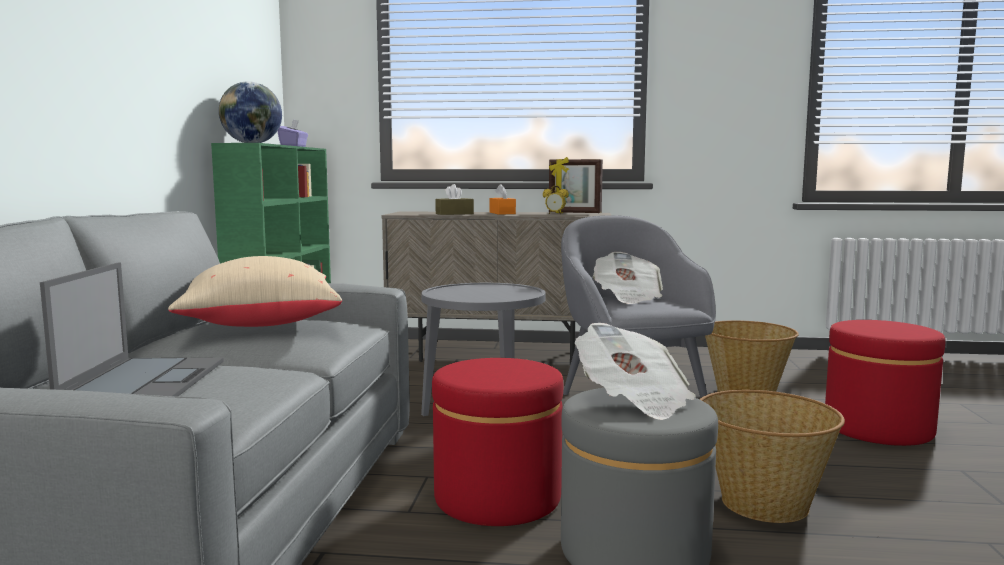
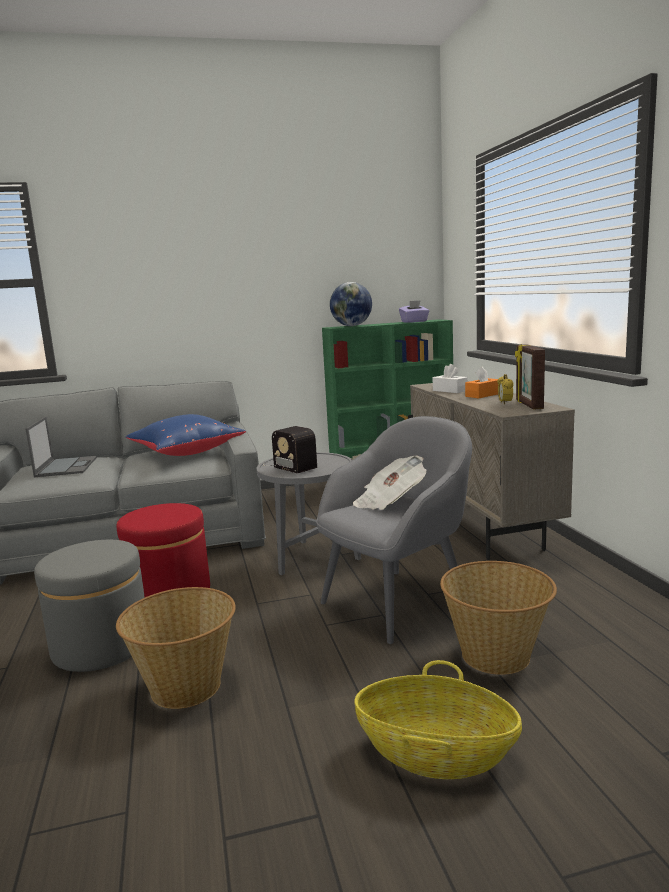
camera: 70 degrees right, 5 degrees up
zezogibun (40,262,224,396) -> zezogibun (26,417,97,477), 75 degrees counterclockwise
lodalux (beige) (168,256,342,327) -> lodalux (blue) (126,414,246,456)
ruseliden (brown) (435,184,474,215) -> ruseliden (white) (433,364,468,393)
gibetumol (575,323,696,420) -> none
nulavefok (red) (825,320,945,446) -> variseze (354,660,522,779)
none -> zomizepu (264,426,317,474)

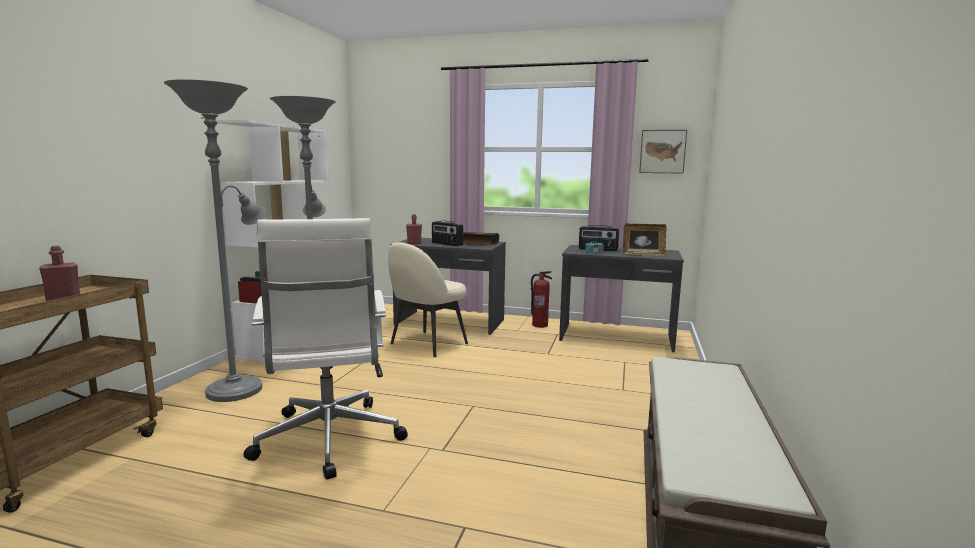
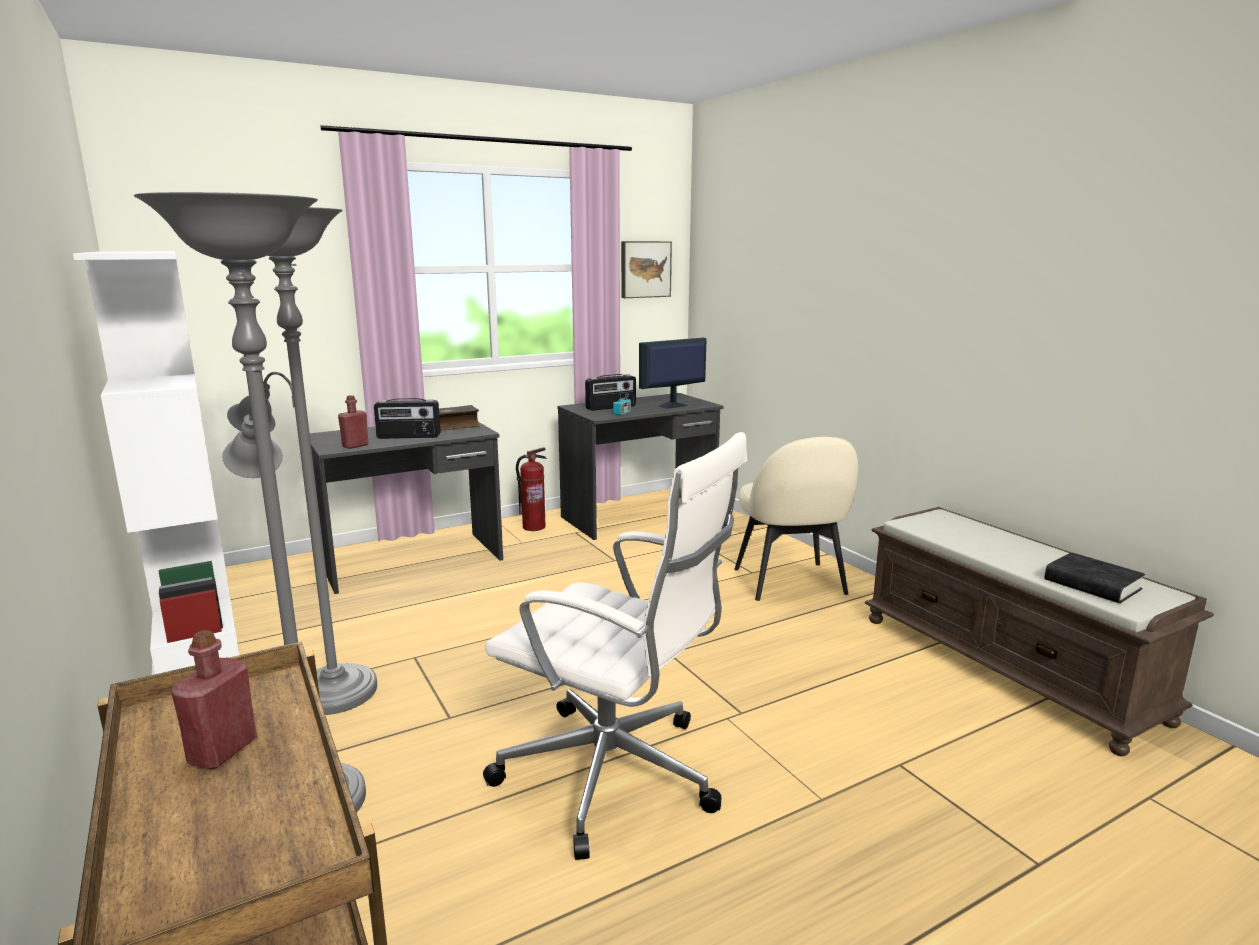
camera: 45 degrees left, 5 degrees up
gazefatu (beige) (388,242,468,357) -> gazefatu (beige) (734,437,858,601), shifted
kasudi (623,224,667,256) -> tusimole (639,338,706,409)
none -> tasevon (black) (1045,552,1145,603)

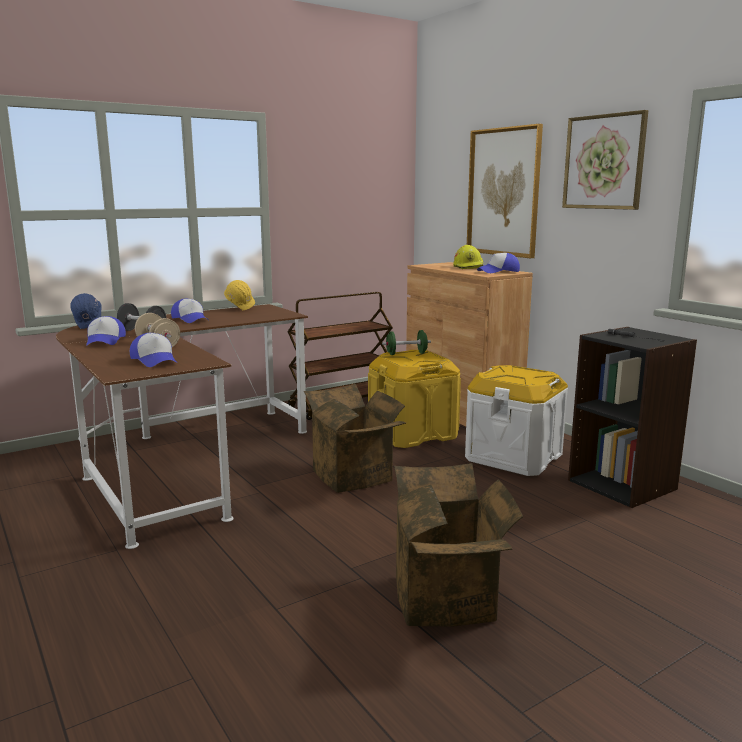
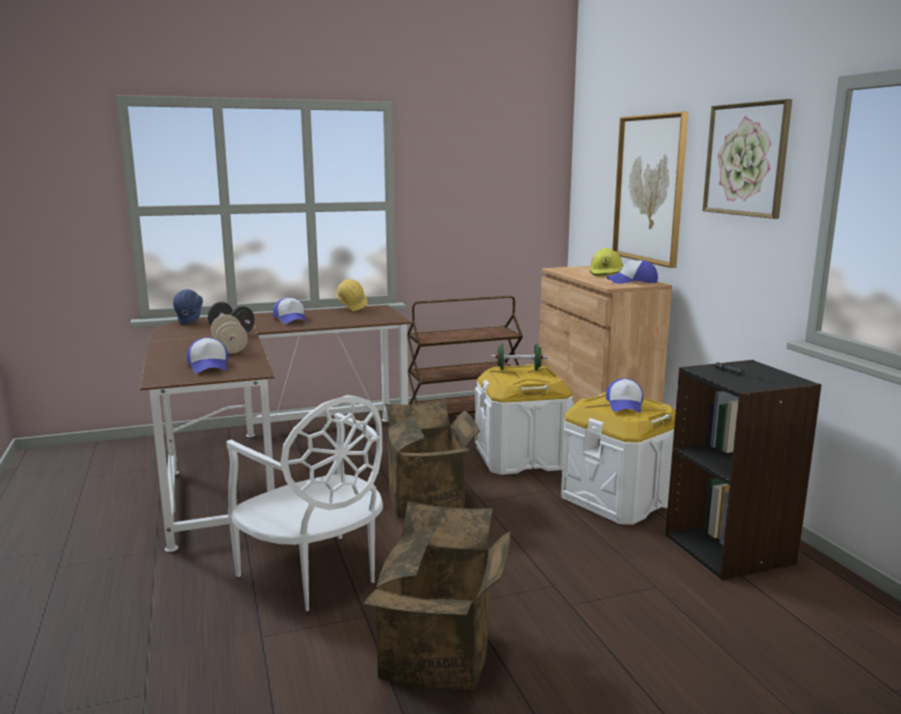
camera: 15 degrees right, 0 degrees up
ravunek (86,316,126,346) -> ravunek (606,378,643,413), shifted
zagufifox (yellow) (368,350,461,448) -> zagufifox (white) (475,364,574,475)
none -> gazefatu (white) (226,395,383,611)

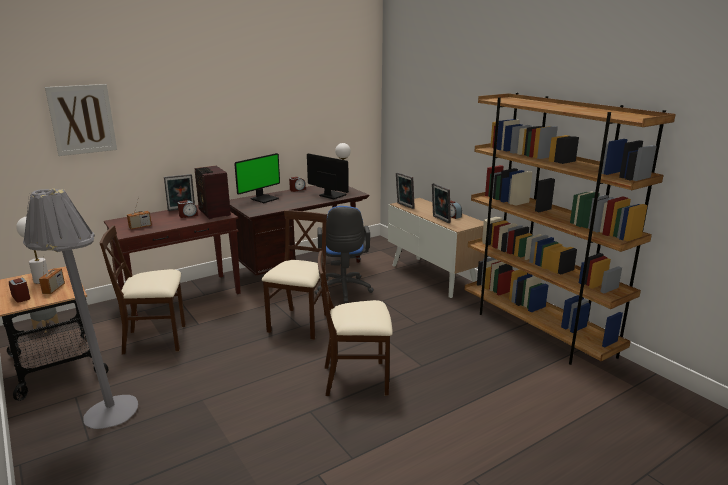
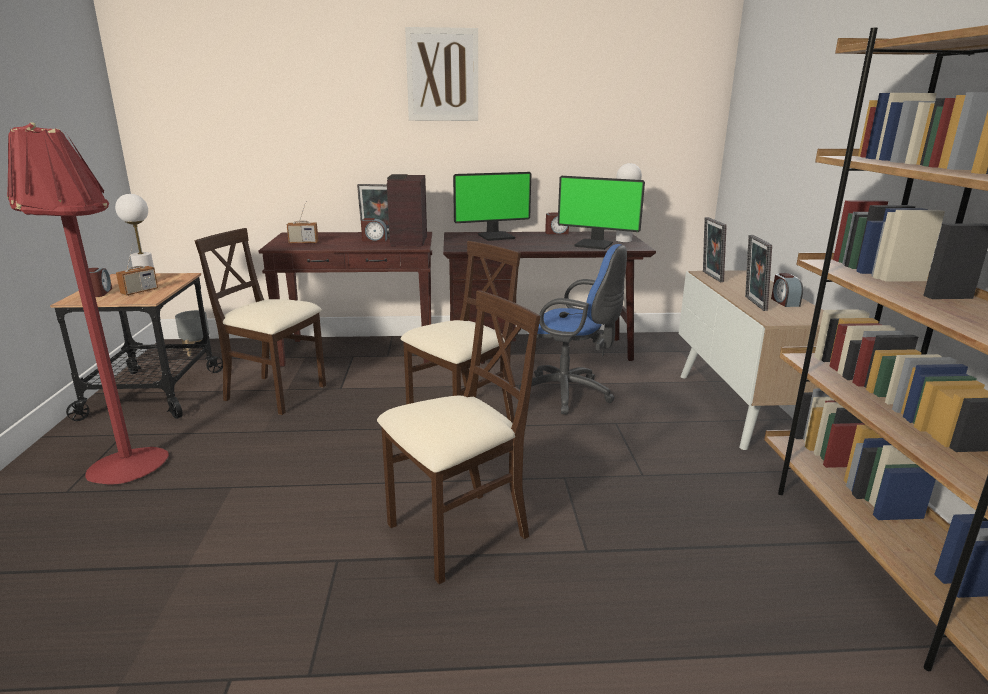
camera: 30 degrees right, 0 degrees up
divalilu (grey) (23,189,138,429) -> divalilu (red) (7,122,169,485)
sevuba (45,84,117,156) -> sevuba (405,27,478,121), shifted
tusimole (307,153,349,199) -> tusimole (558,176,645,250), 135 degrees clockwise
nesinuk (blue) (315,206,374,303) -> nesinuk (blue) (519,244,627,415), 90 degrees counterclockwise
gazefatu (beige) (318,251,393,396) -> gazefatu (beige) (377,290,540,584), 120 degrees clockwise

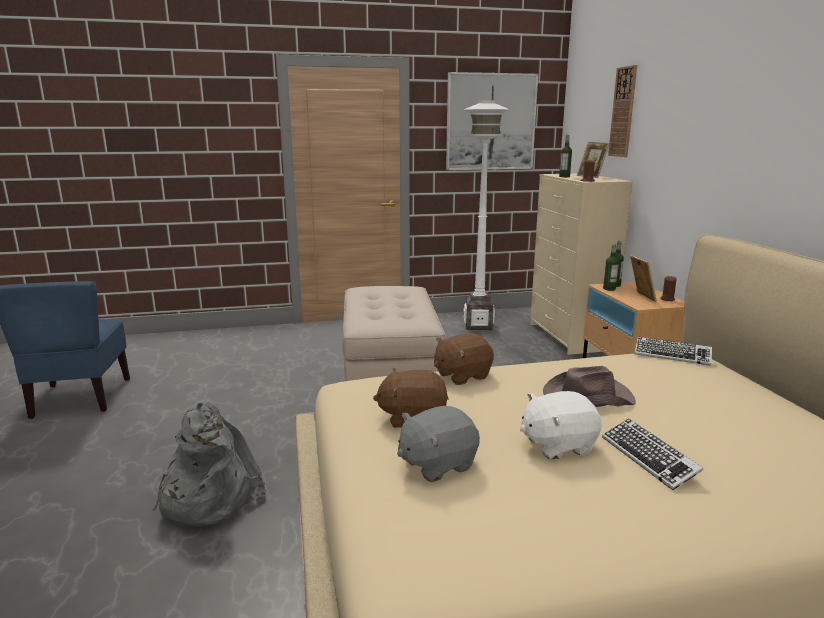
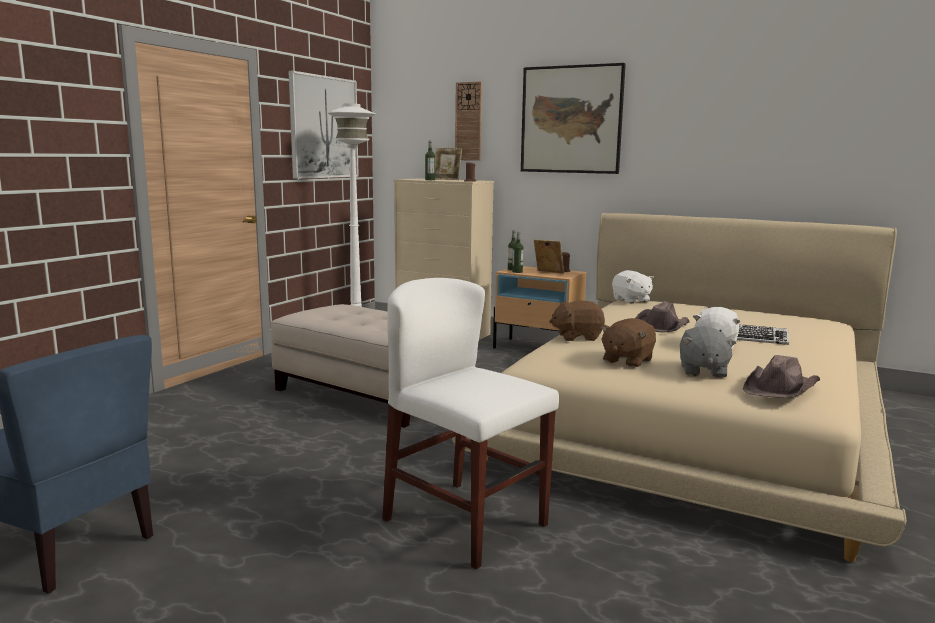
camera: 50 degrees left, 5 degrees down
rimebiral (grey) (153,401,266,526) -> gazefatu (white) (382,278,559,569)
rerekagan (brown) (434,333,494,385) -> rerekagan (brown) (549,301,605,341), 75 degrees clockwise
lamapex (635,337,712,366) -> rerekagan (white) (612,270,654,304)
none -> sevuba (521,63,626,174)
none -> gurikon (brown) (742,355,820,398)

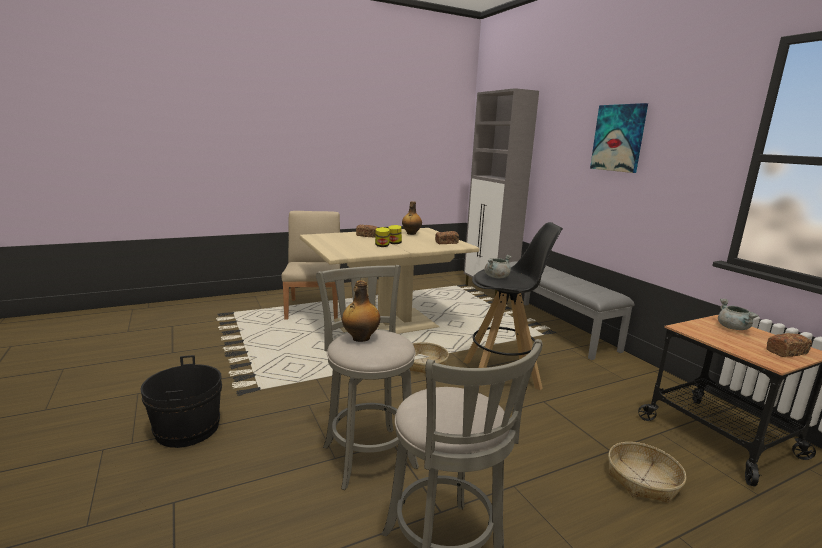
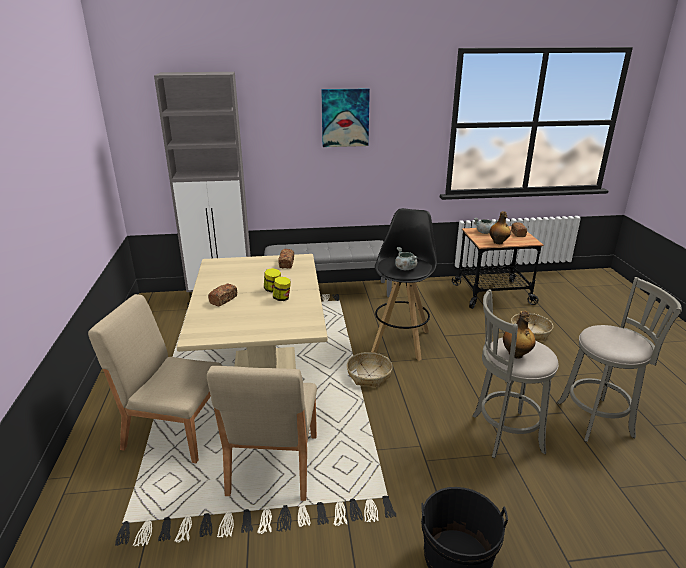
camera: 70 degrees left, 10 degrees up
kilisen (402,201,422,235) -> kilisen (490,211,511,244), shifted
none -> gazefatu (beige) (207,366,317,501)

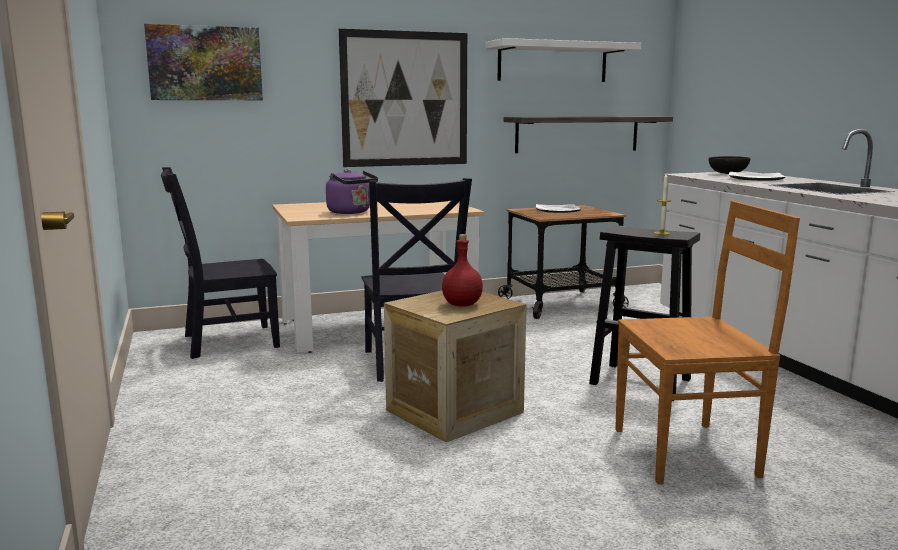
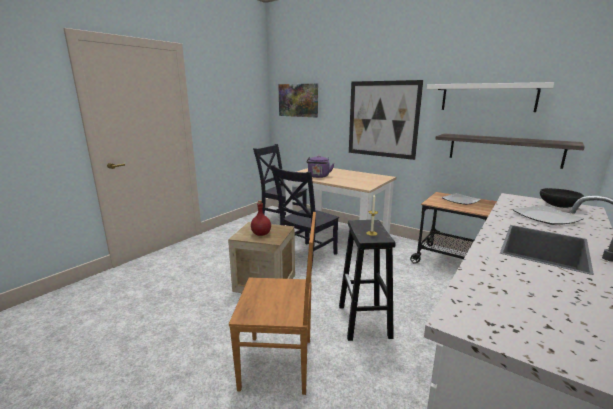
camera: 55 degrees right, 5 degrees up
gazefatu (brown) (615,201,800,484) -> gazefatu (brown) (229,212,316,395), 45 degrees counterclockwise

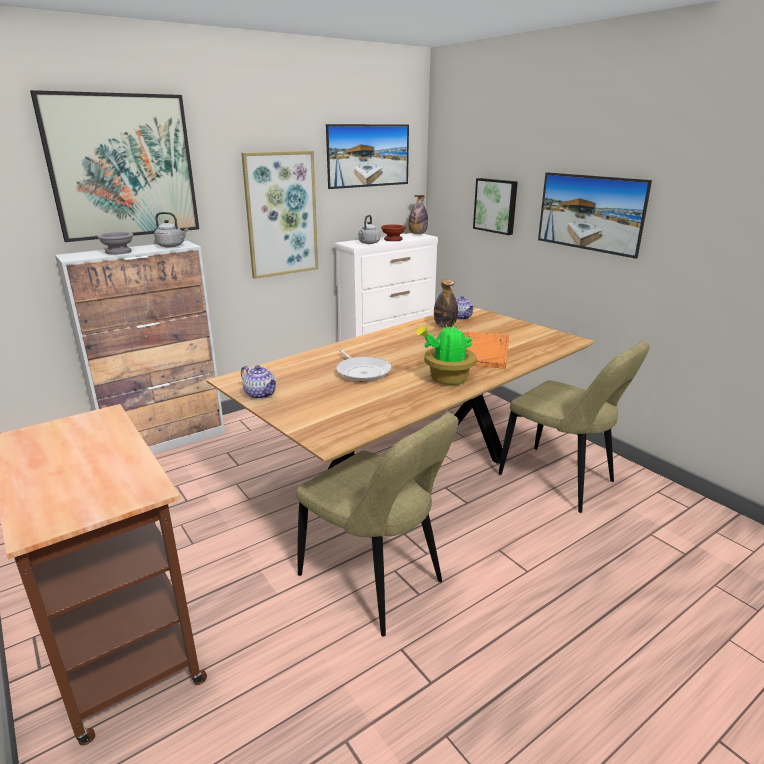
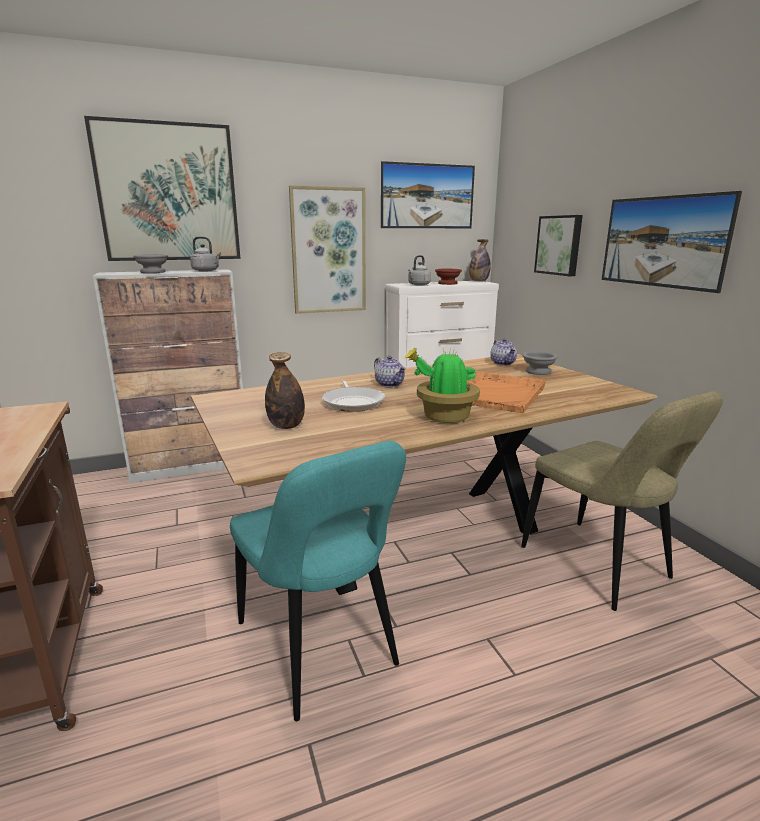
camera: 15 degrees right, 5 degrees down
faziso (241,365,277,399) -> faziso (374,356,406,387), shifted
gazefatu (beige) (296,412,459,636) -> gazefatu (turquoise) (230,441,406,721)
kilisen (434,280,458,328) -> kilisen (265,352,305,429), shifted
none -> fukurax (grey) (522,351,558,375)

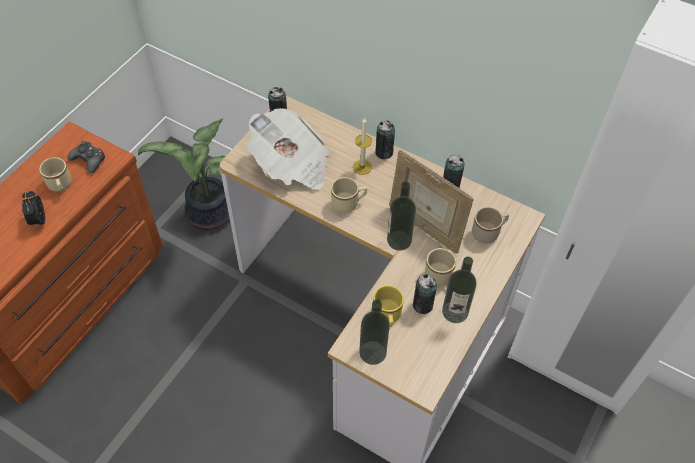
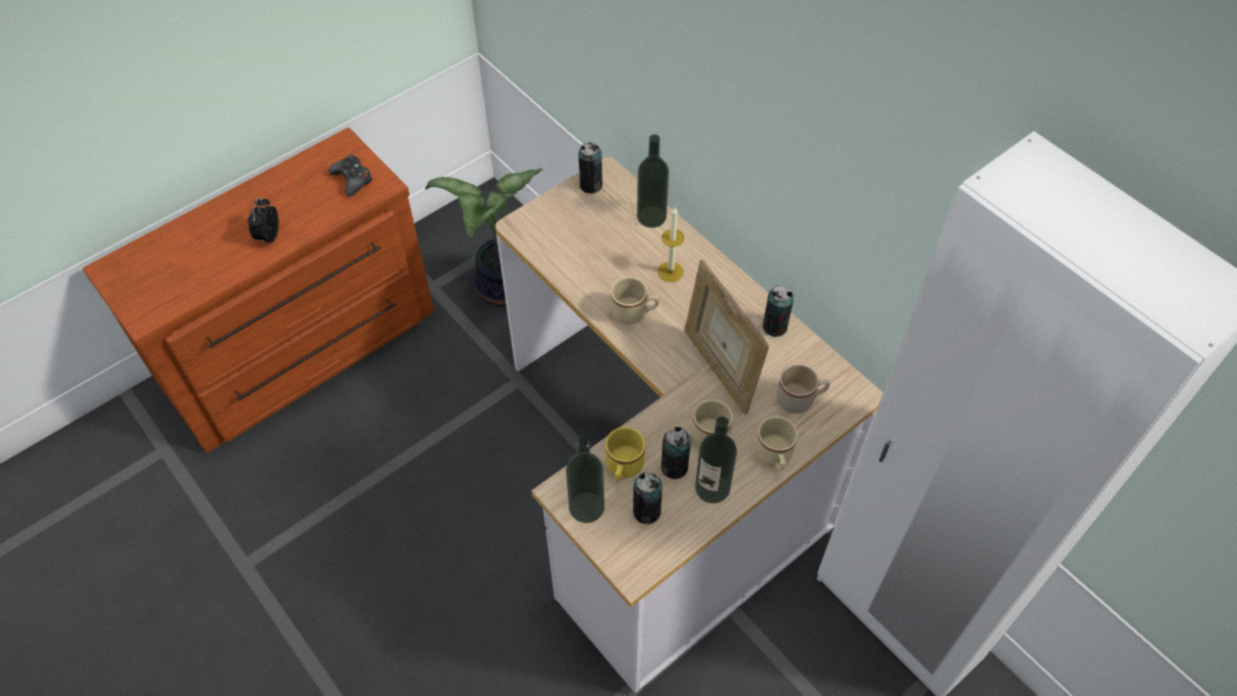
camera: 20 degrees right, 0 degrees up
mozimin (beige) (39,157,72,191) -> mozimin (beige) (755,416,798,471), shifted
gibetumol (247,108,330,190) -> none
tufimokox (375,121,395,160) -> tufimokox (633,472,662,524), shifted
kilisen (387,181,416,251) -> kilisen (637,134,669,228), shifted

